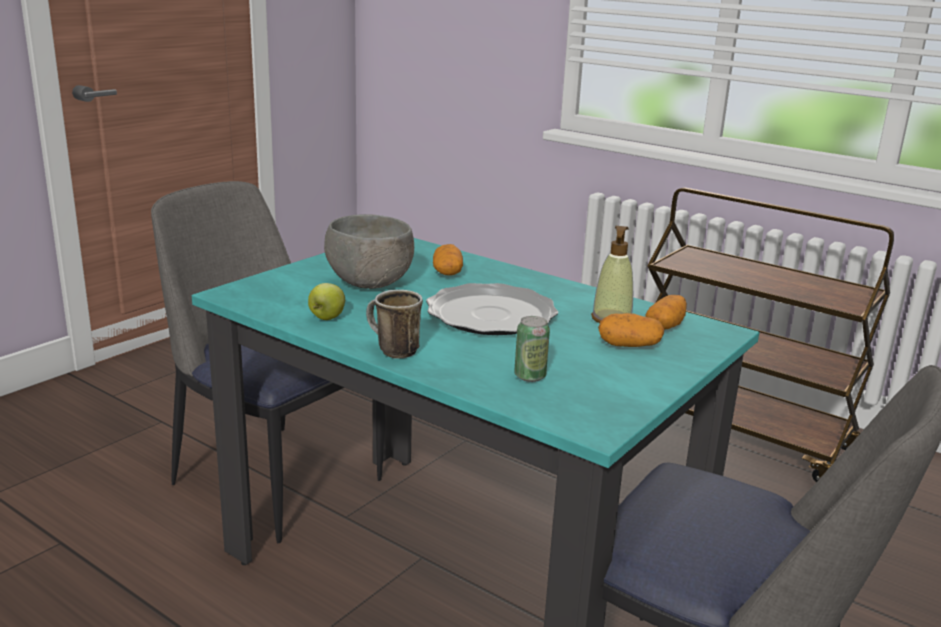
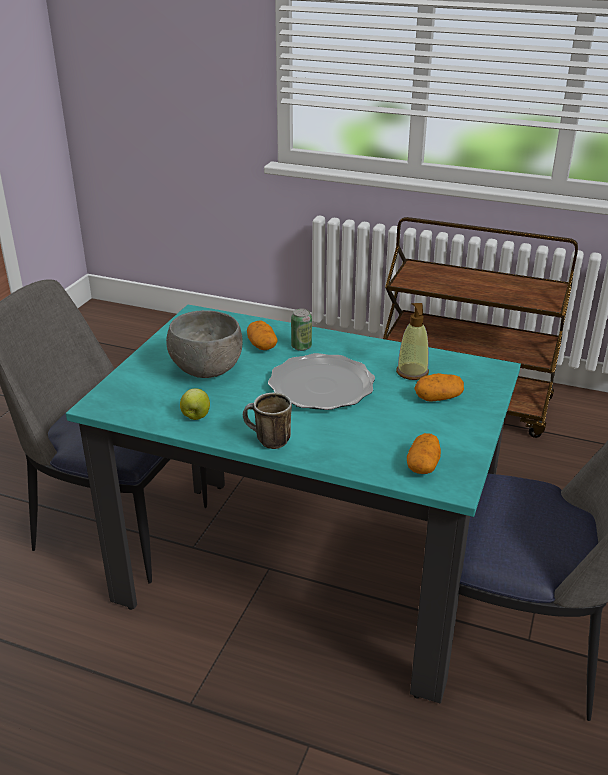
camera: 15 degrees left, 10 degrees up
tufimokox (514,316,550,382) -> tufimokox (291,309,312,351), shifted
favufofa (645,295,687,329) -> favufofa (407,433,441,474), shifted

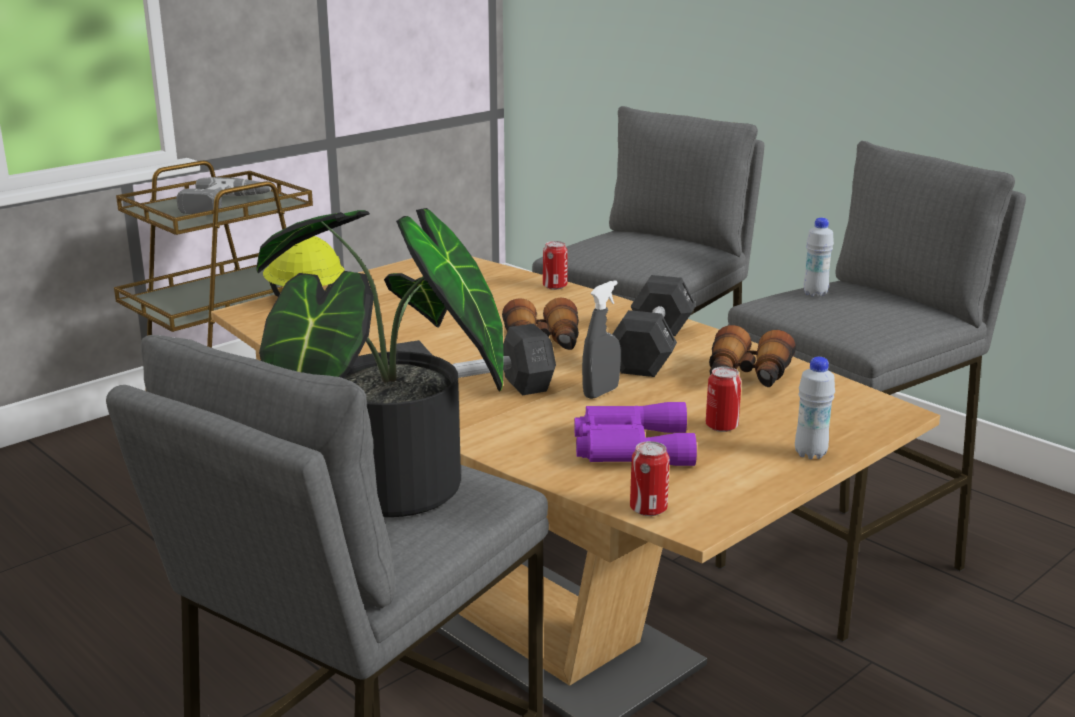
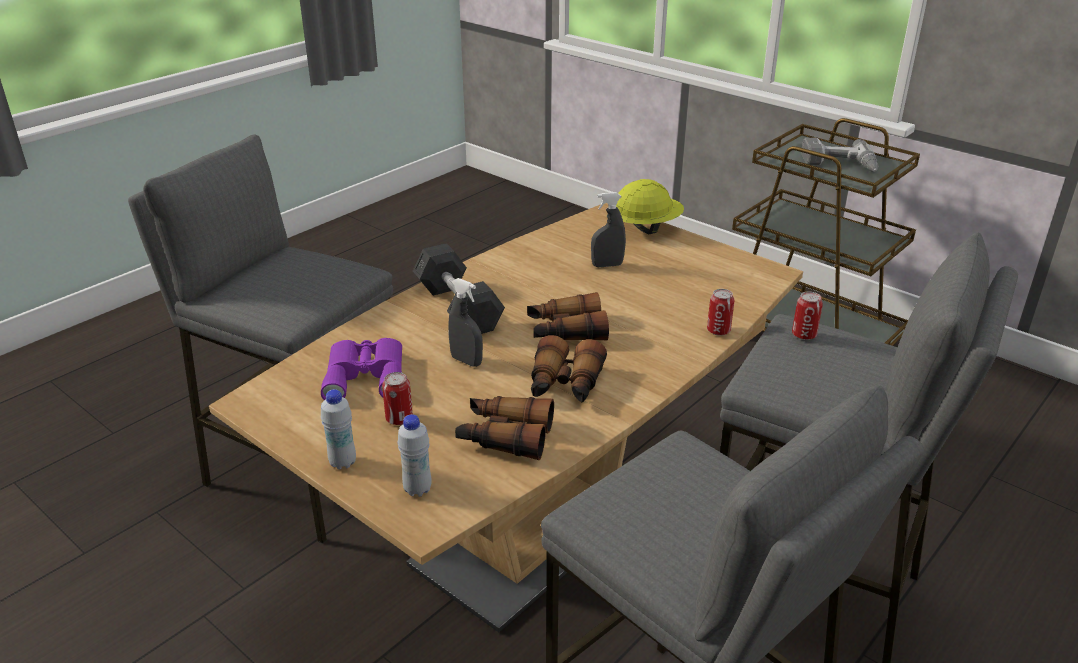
camera: 85 degrees right, 10 degrees up
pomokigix (256,208,504,517) -> none
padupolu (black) (612,275,696,377) -> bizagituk (531,335,607,402)
tufimokox (630,441,669,516) -> tufimokox (792,292,823,340), shifted
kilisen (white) (803,218,834,297) -> kilisen (white) (397,414,432,497), shifted
none -> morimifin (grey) (591,192,626,267)

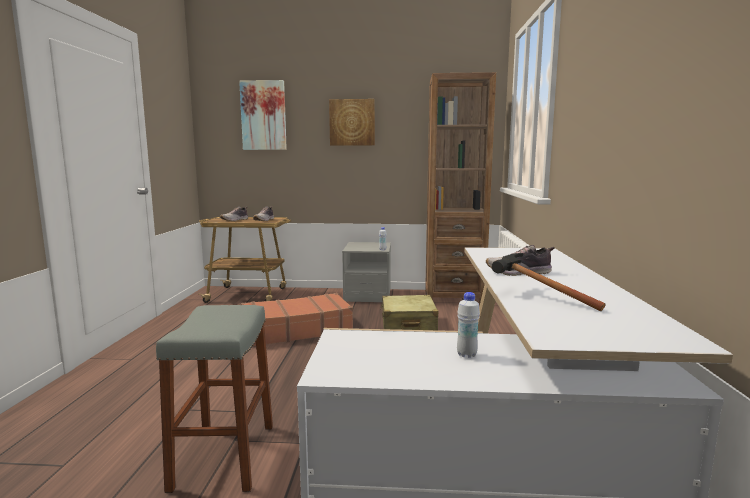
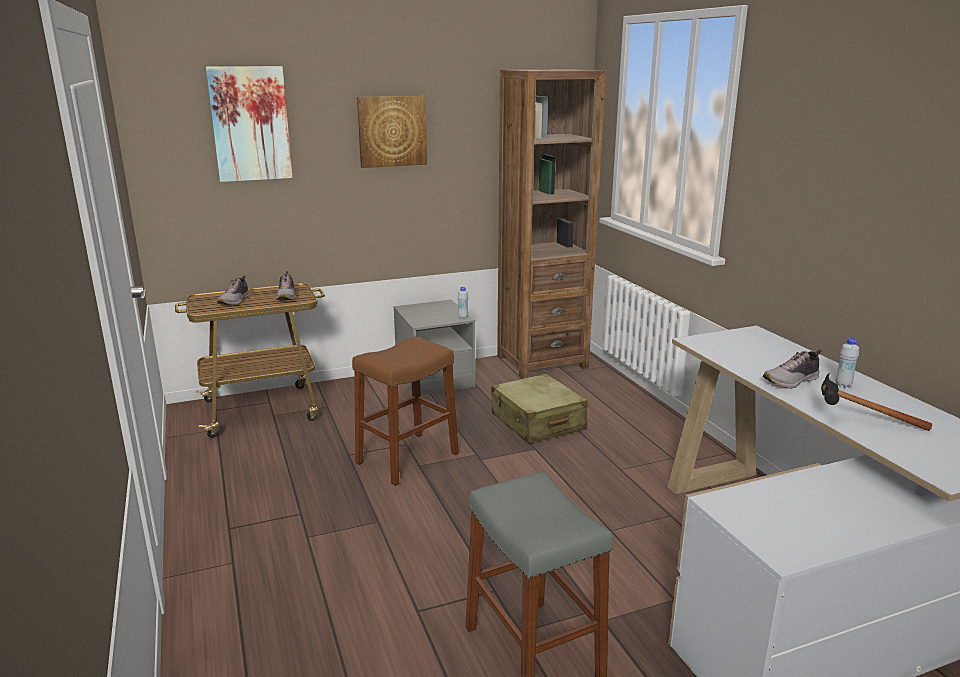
camera: 25 degrees left, 10 degrees up
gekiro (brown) (241,293,353,347) -> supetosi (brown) (352,336,459,486)
kilisen (white) (457,292,480,358) -> kilisen (white) (836,338,859,388), shifted

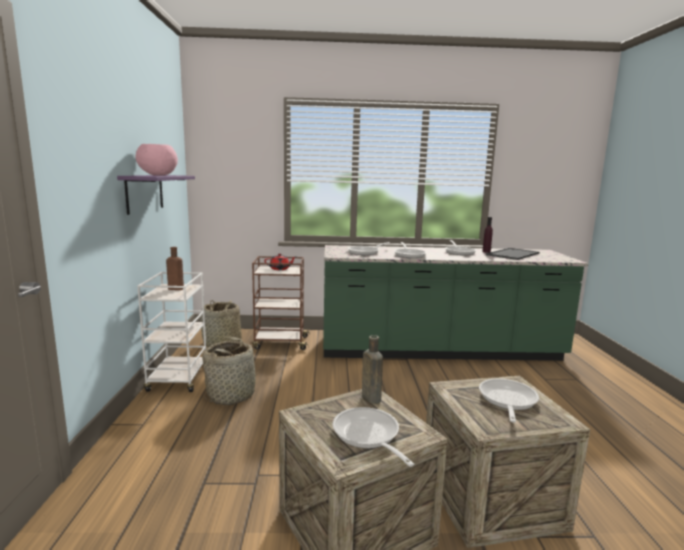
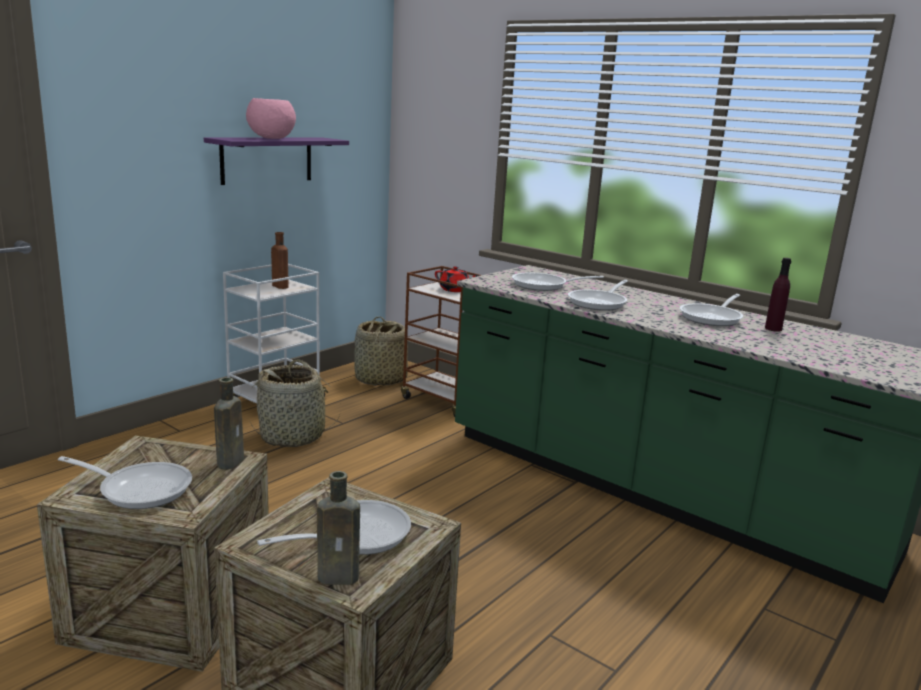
camera: 40 degrees right, 5 degrees up
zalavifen (333,407,414,467) -> zalavifen (58,456,192,509), 90 degrees clockwise
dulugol (486,248,539,260) -> none
none -> kilisen (brown) (317,471,360,585)

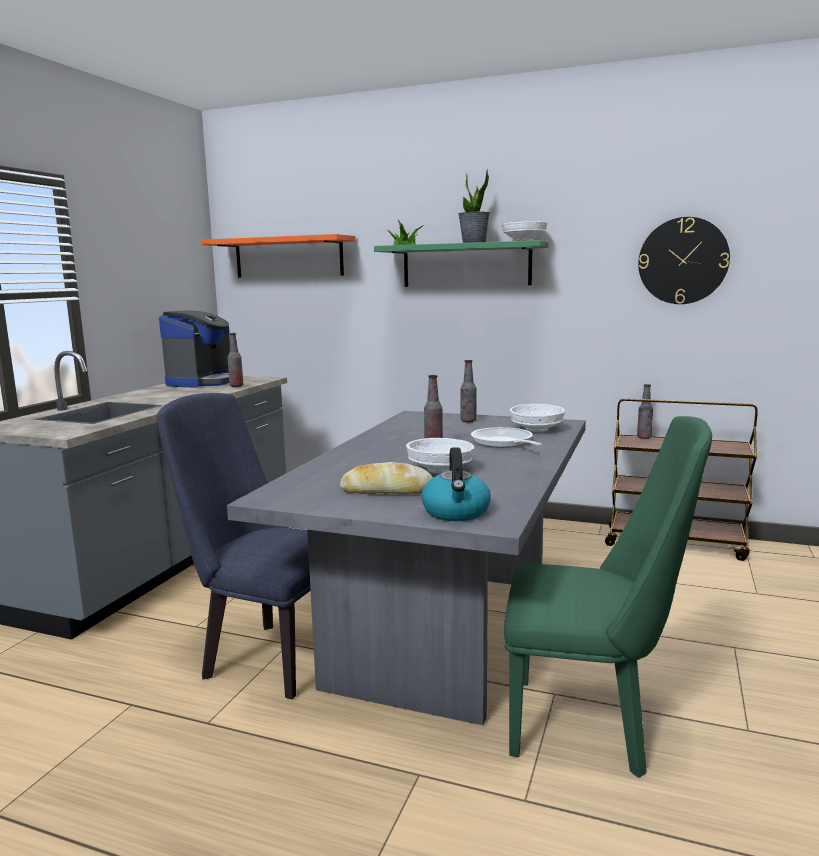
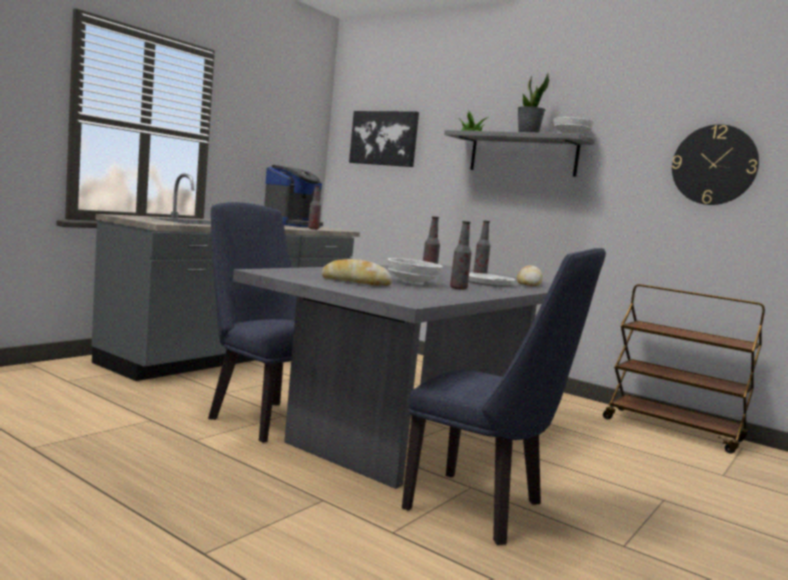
camera: 15 degrees right, 5 degrees down
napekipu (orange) (200,234,355,277) -> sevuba (349,111,419,167)
napekipu (green) (374,240,548,287) -> napekipu (grey) (444,130,595,177)
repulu (421,447,491,521) -> none
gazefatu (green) (504,416,712,778) -> gazefatu (blue) (402,248,606,545)
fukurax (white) (510,404,565,432) -> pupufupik (517,265,543,286)
kilisen (637,384,653,439) -> kilisen (450,221,471,290), shifted

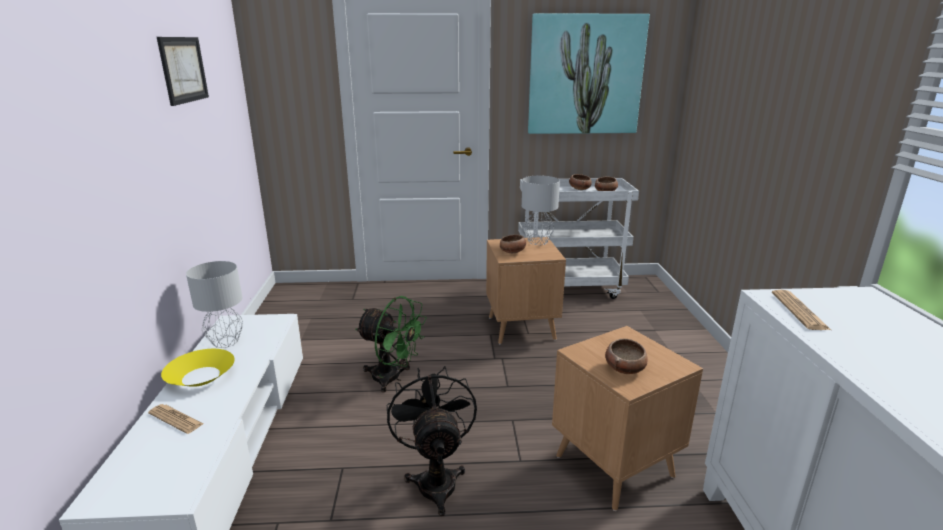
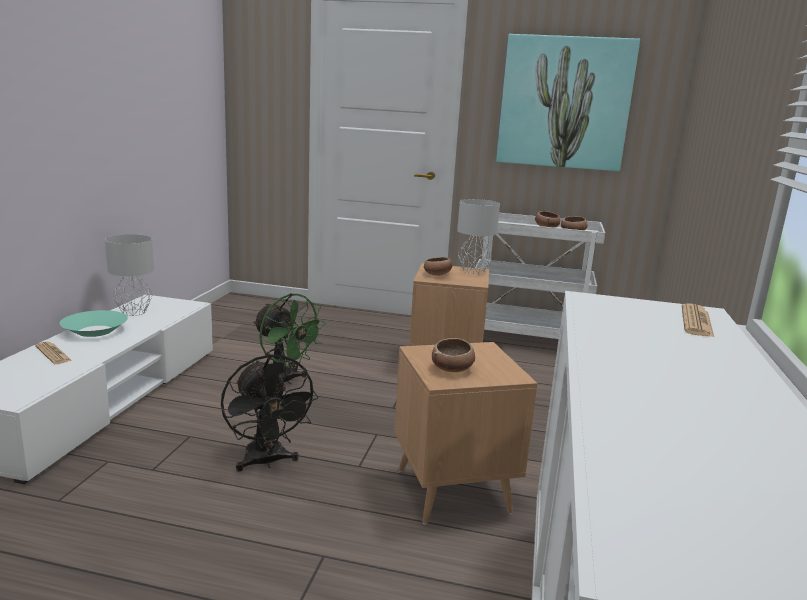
camera: 15 degrees right, 5 degrees down
sevuba (157,37,209,106) -> none
fukurax (yellow) (161,349,235,387) -> fukurax (turquoise) (59,310,128,337)
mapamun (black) (387,366,477,516) -> mapamun (black) (221,354,319,471), 150 degrees clockwise
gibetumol (772,290,831,330) -> gibetumol (682,304,714,337), shifted

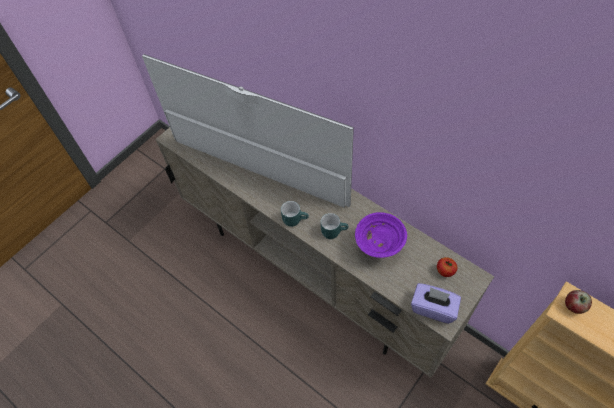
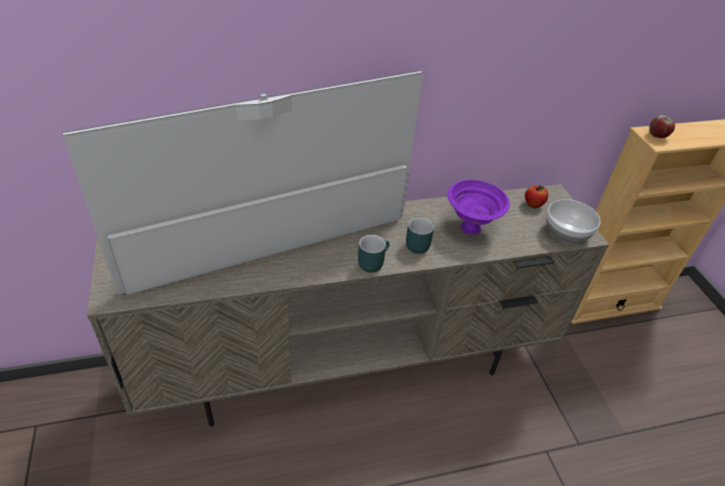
camera: 60 degrees left, 15 degrees down
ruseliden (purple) (411,283,461,324) -> fukurax (546,199,600,243)

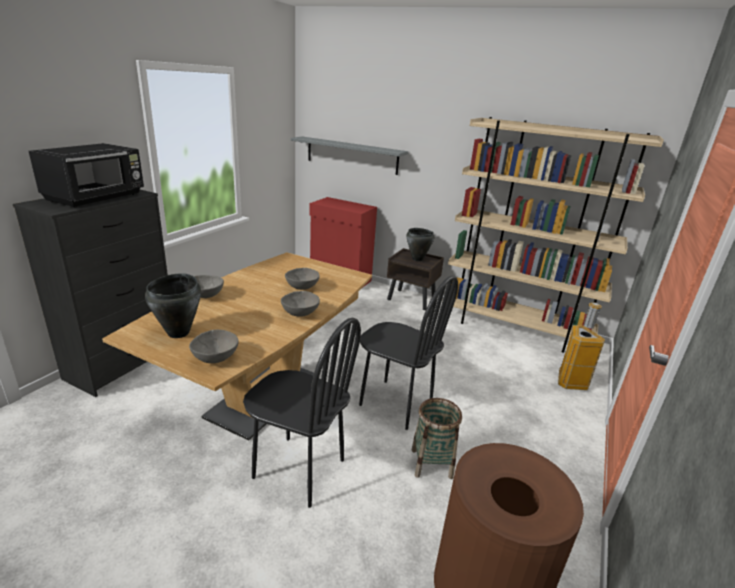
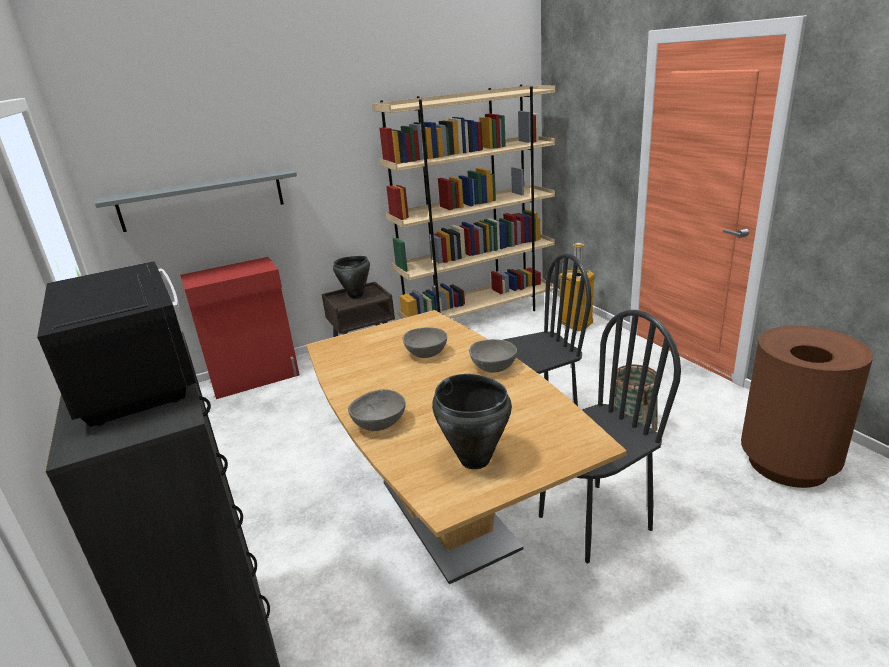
camera: 50 degrees left, 0 degrees up
fukurax (grey) (189,330,239,363) -> none

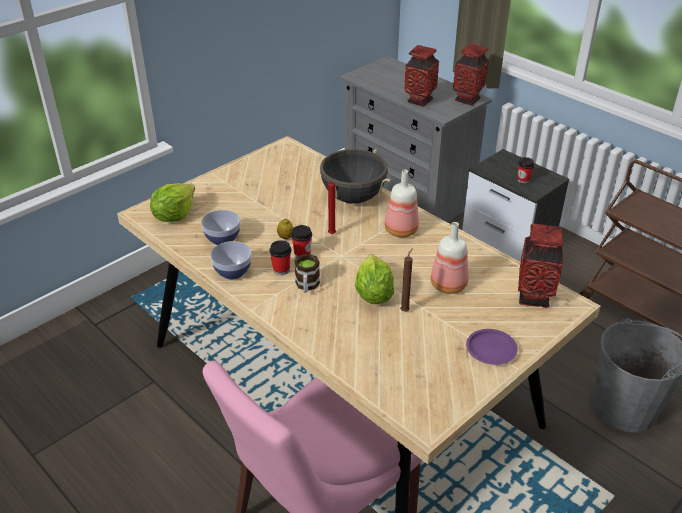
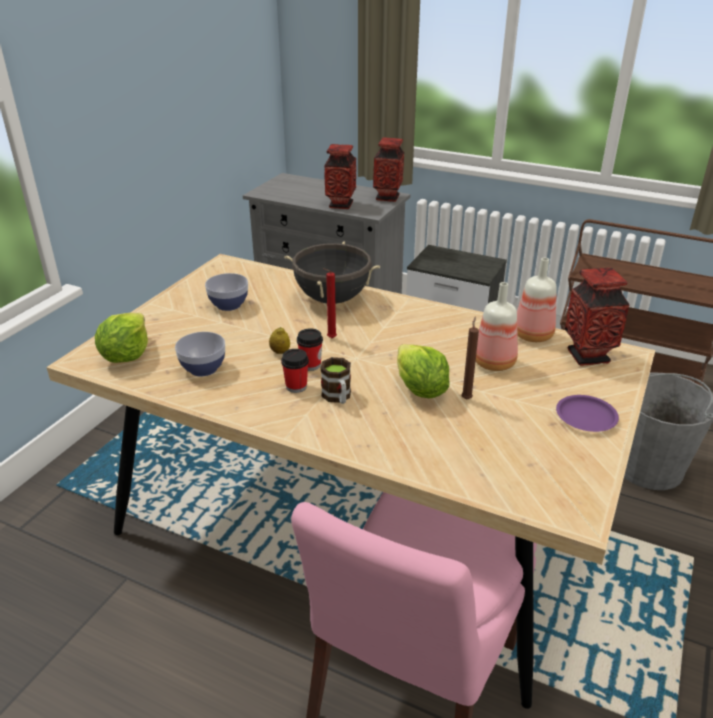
camera: 20 degrees left, 5 degrees down
fukurax (210,241,251,279) -> fukurax (205,273,248,311), shifted
kilisen (384,170,419,237) -> kilisen (517,258,557,342), shifted
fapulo (517,157,535,184) -> none

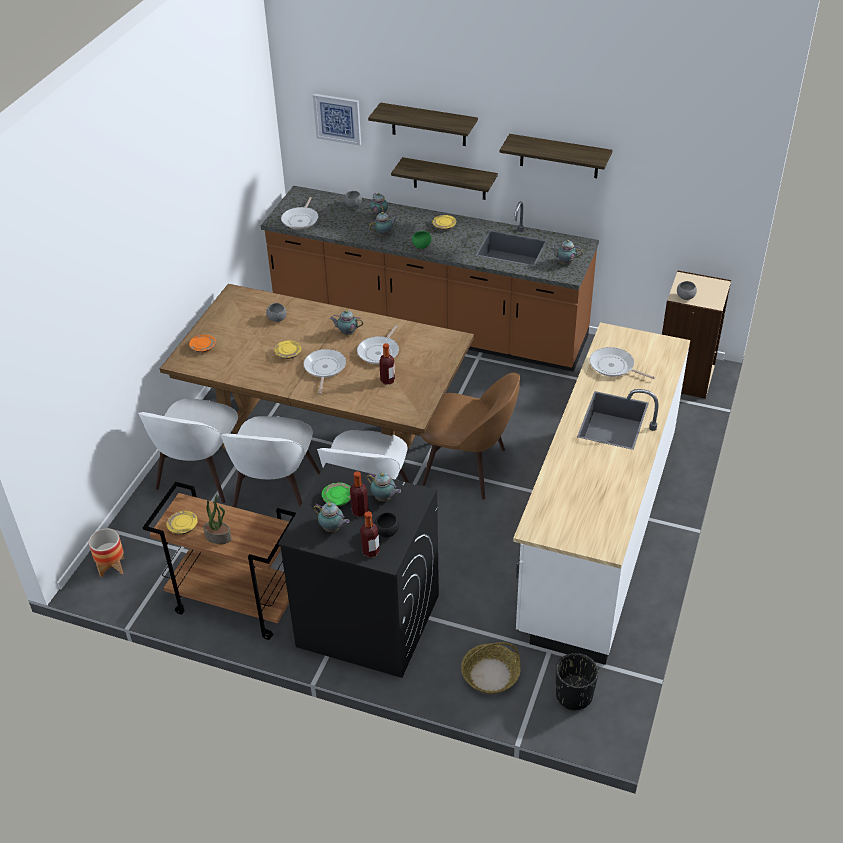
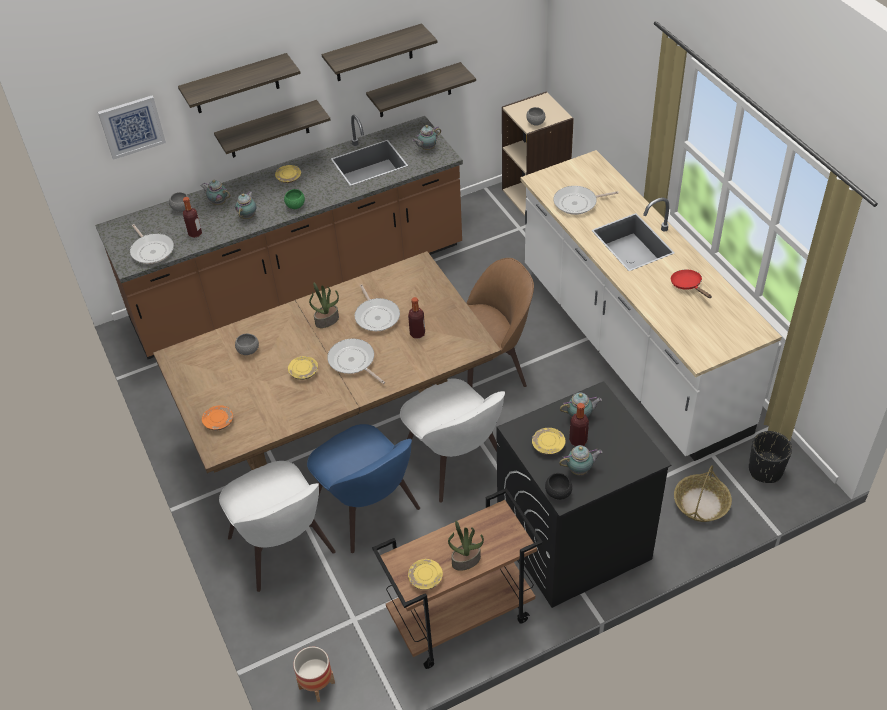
camera: 45 degrees left, 5 degrees up
gazefatu (white) (220,416,320,508) -> gazefatu (blue) (307,424,420,553)
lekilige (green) (322,482,351,506) -> lekilige (yellow) (532,428,566,455)
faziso (329,310,363,335) -> pomokigix (309,283,339,328)
kilisen (360,511,380,558) -> kilisen (183,197,202,238), shifted
fukurax (black) (374,513,399,538) -> fukurax (black) (545,473,572,500), shifted
none -> napekipu (366,62,476,117)
none -> zalavifen (red) (671,269,712,298)

